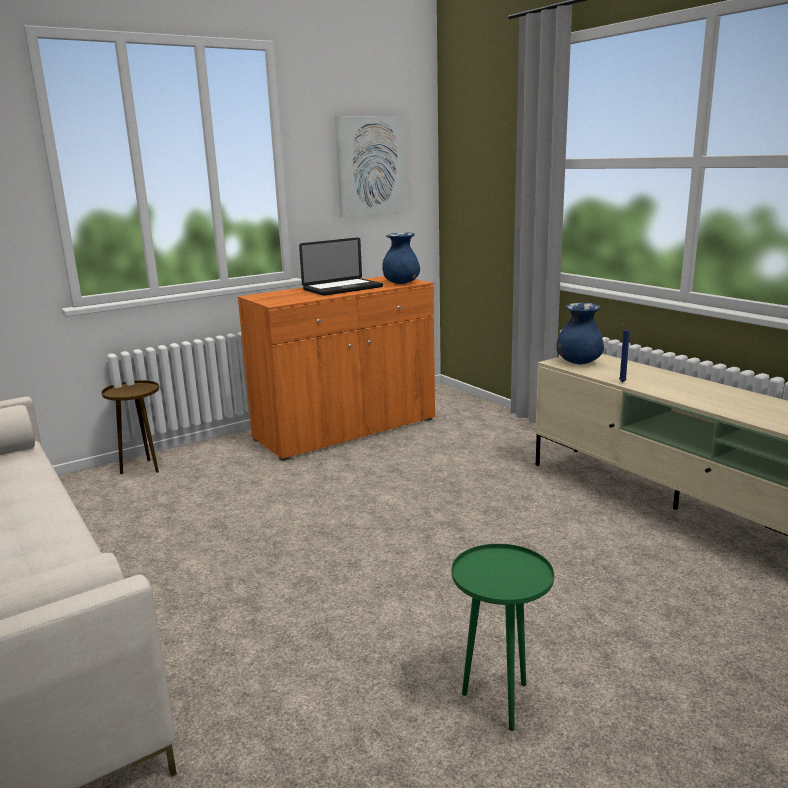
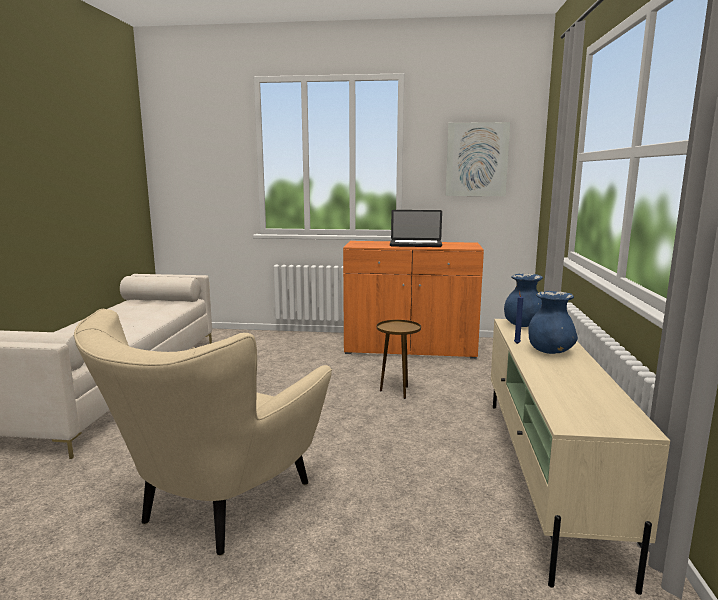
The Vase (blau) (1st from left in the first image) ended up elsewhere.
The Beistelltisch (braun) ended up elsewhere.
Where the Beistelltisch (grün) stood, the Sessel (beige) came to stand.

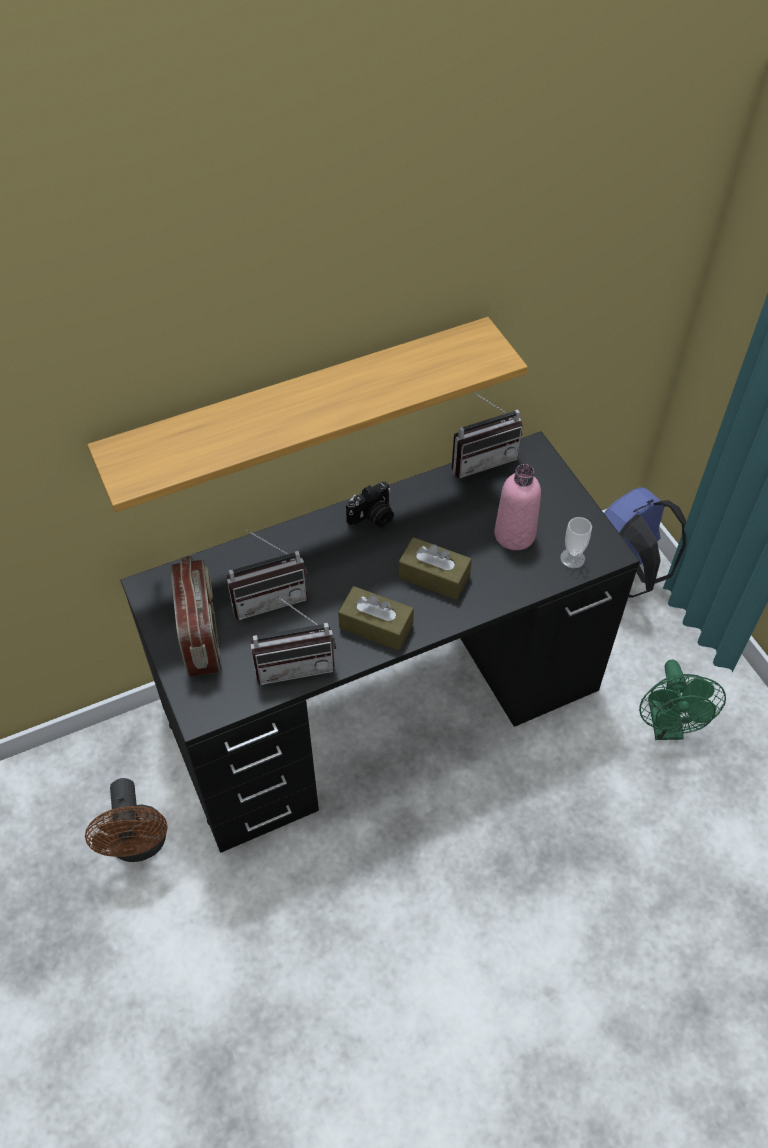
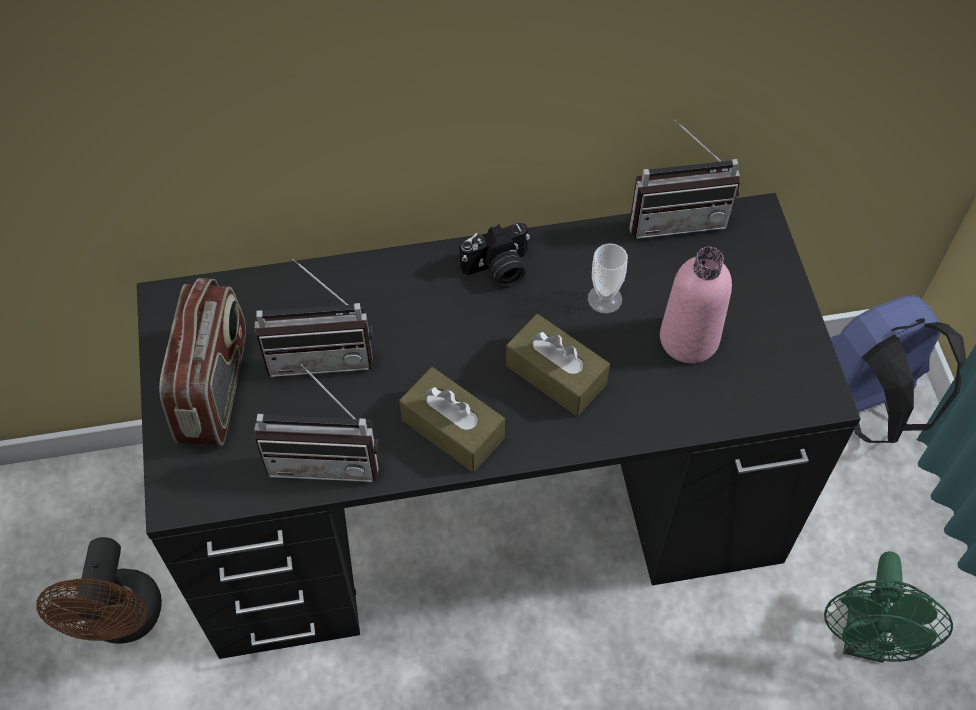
The second view lost the Wandregal.
The Tasse ended up elsewhere.

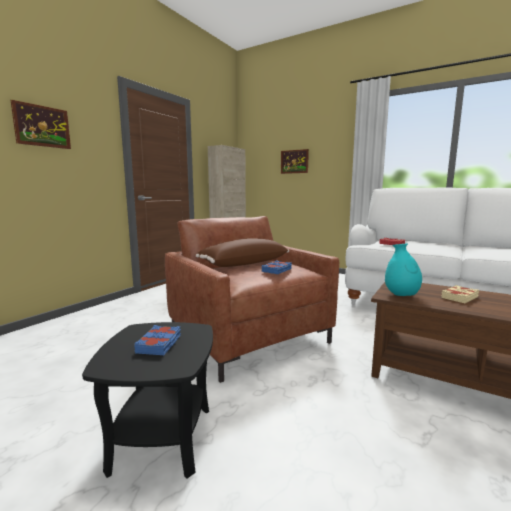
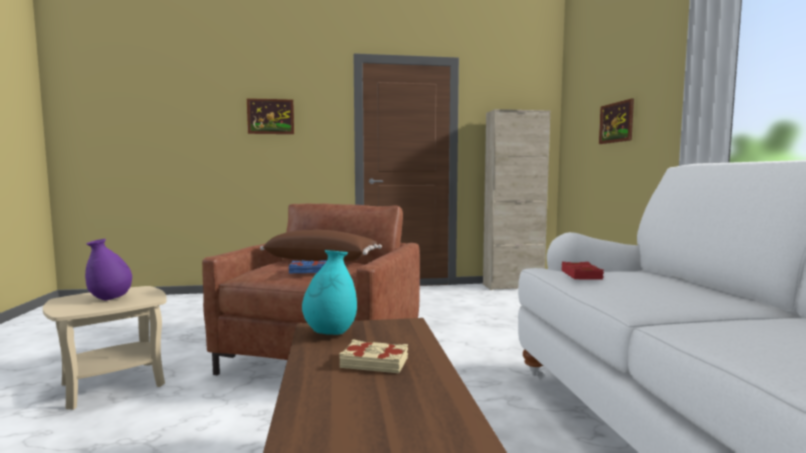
What was the Beistelltisch (schwarz) turned into the Beistelltisch (beige).
Where the Buch (blau) (1st from left) stood, the Vase (lila) came to stand.

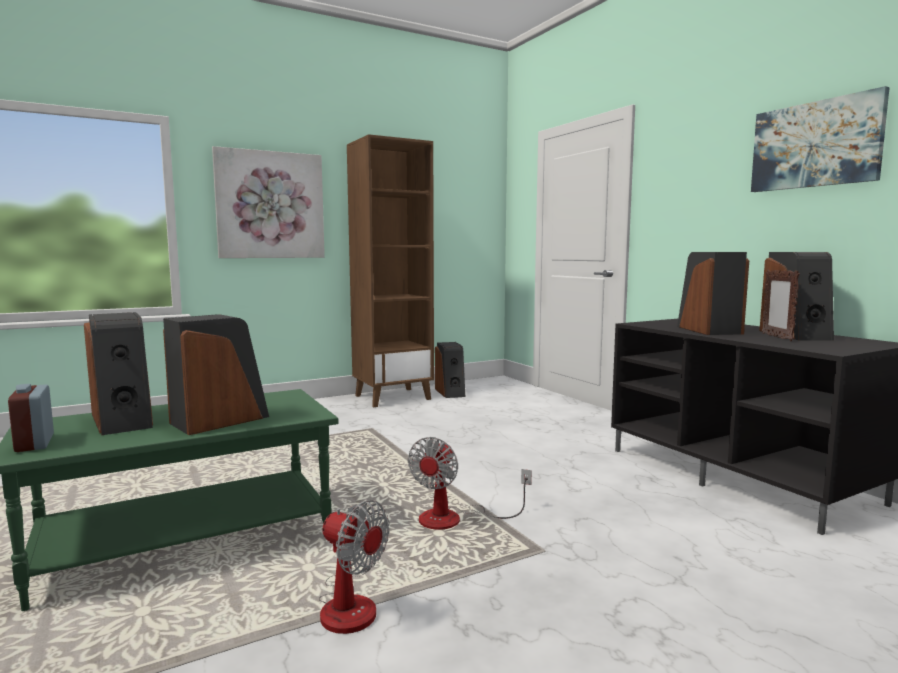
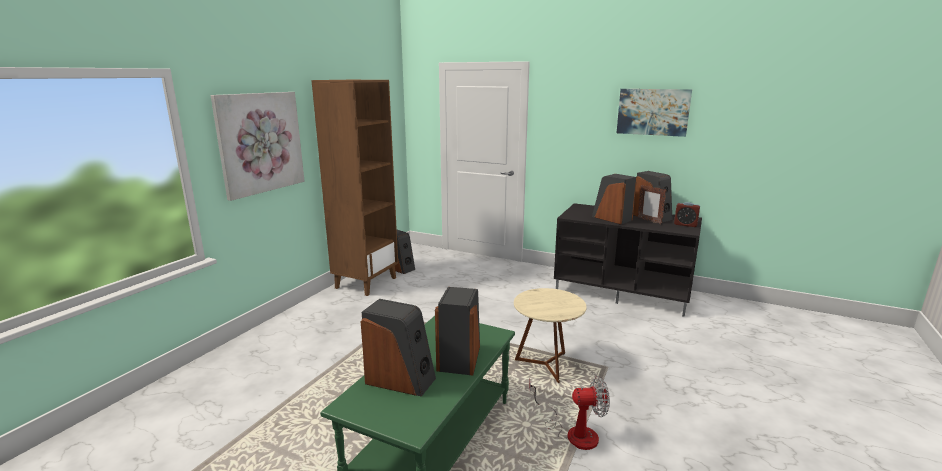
The Wecker ended up elsewhere.
Where the Ventilator (2nd from left) stood, the Beistelltisch (beige) came to stand.

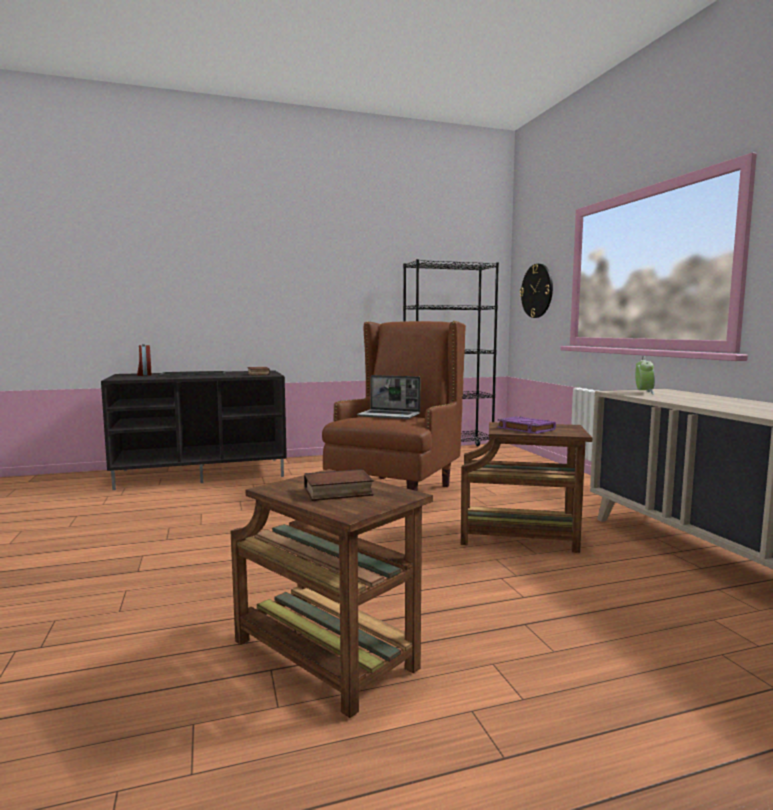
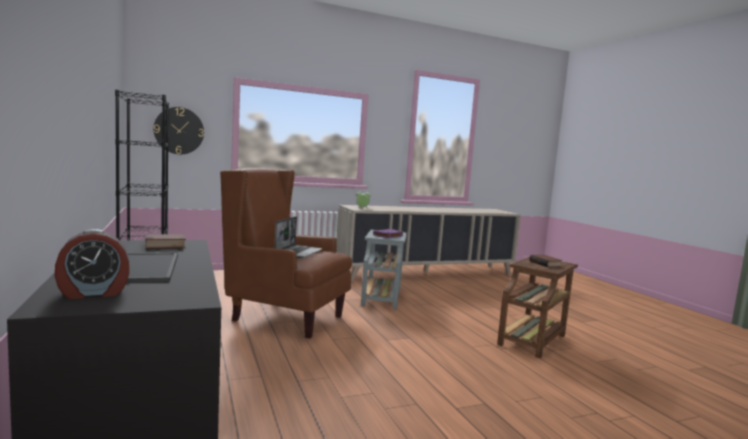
What was the Beistelltisch (braun) (2nd from left) turned into the Beistelltisch (grau).

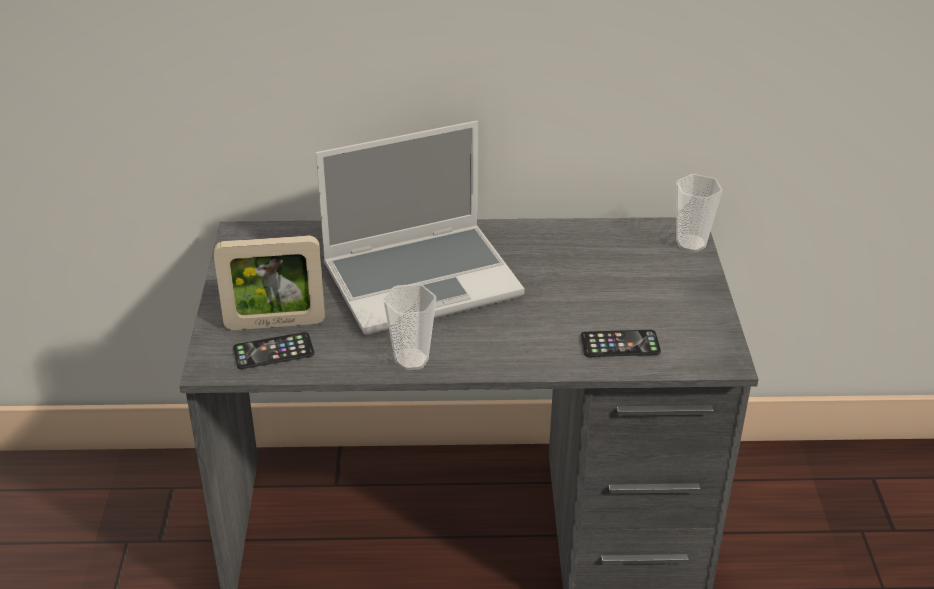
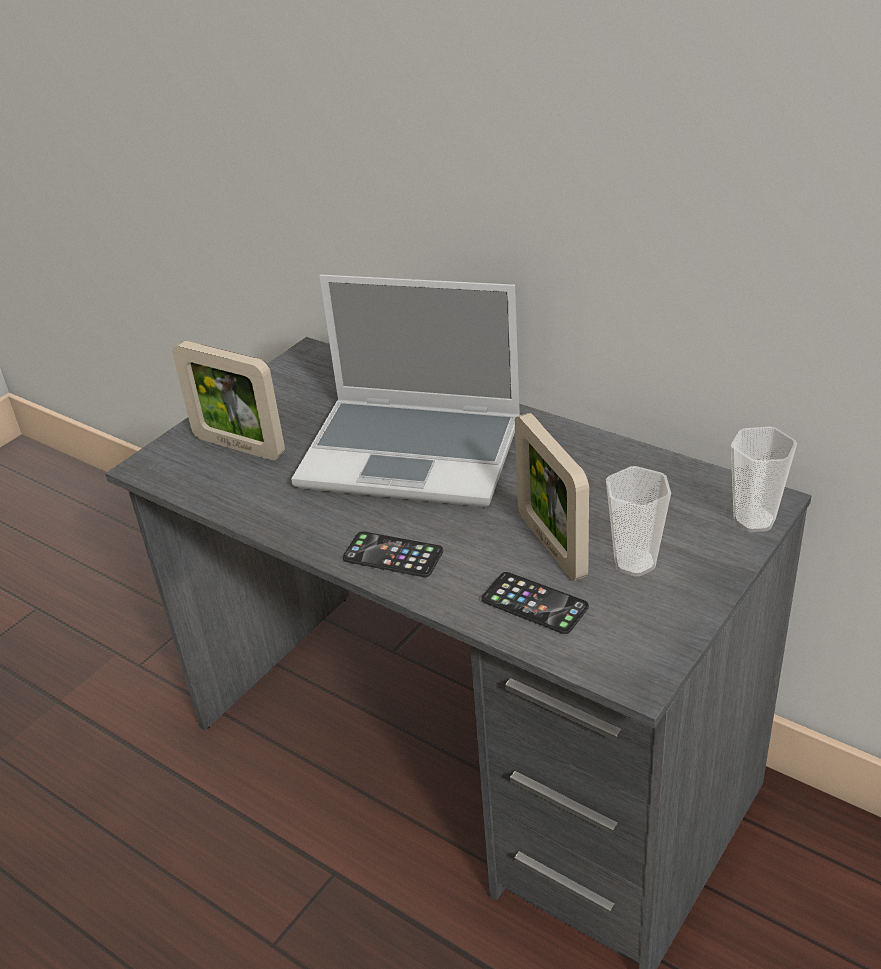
The Tasse (1st from left) ended up elsewhere.
The Handy (1st from left) ended up elsewhere.
The second view gained the Bilderrahmen (2nd from left).

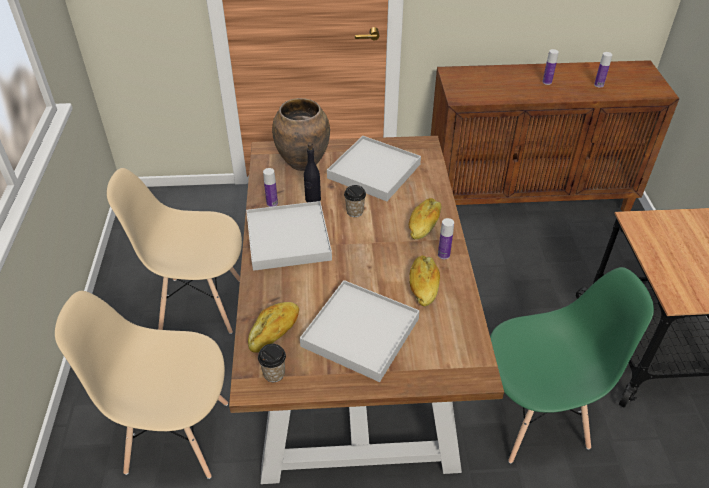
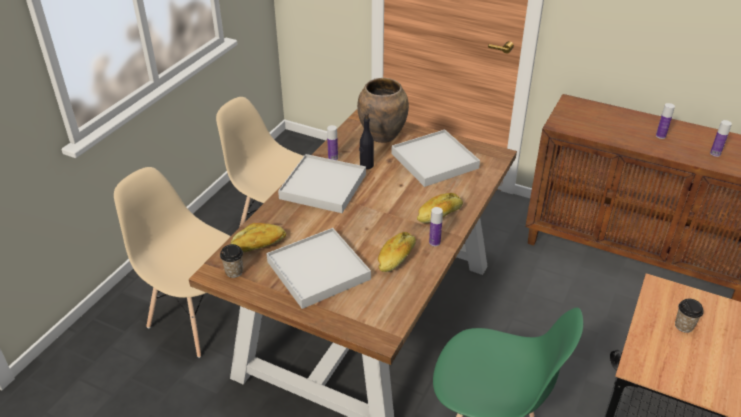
The Tasse (2nd from left) ended up elsewhere.

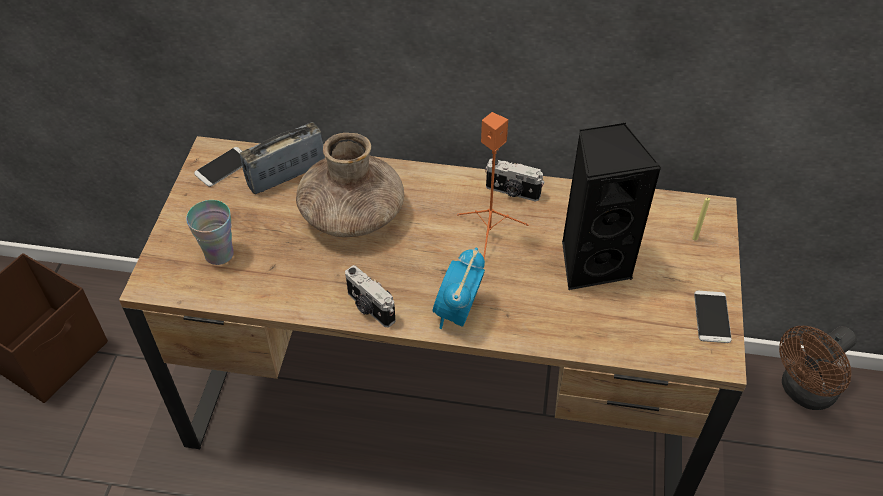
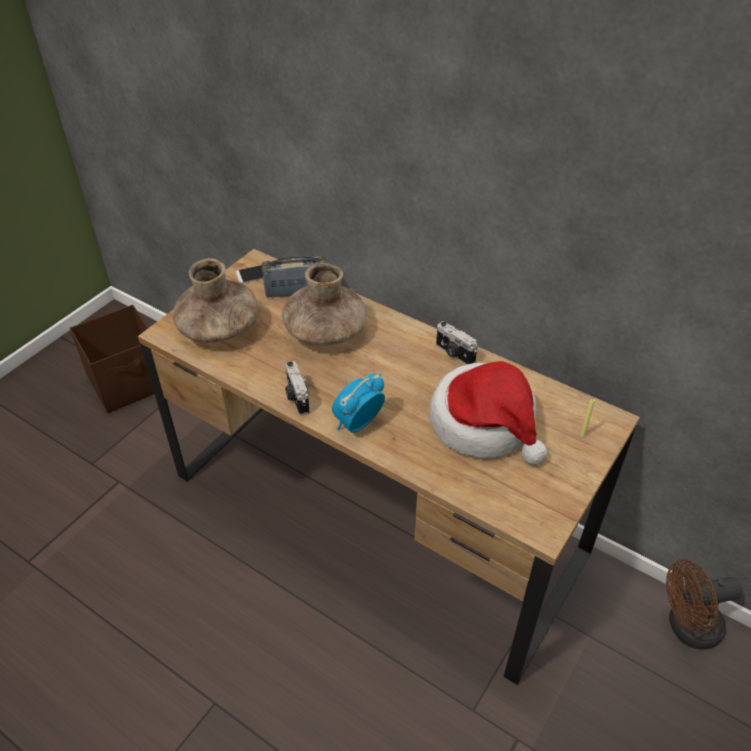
The second view lost the Lautsprecher (orange).
Where the Lautsprecher (schwarz) stood, the Hut came to stand.
Where the Tasse stood, the Vase (braun) (1st from left) came to stand.
The second view lost the Handy (2nd from left).

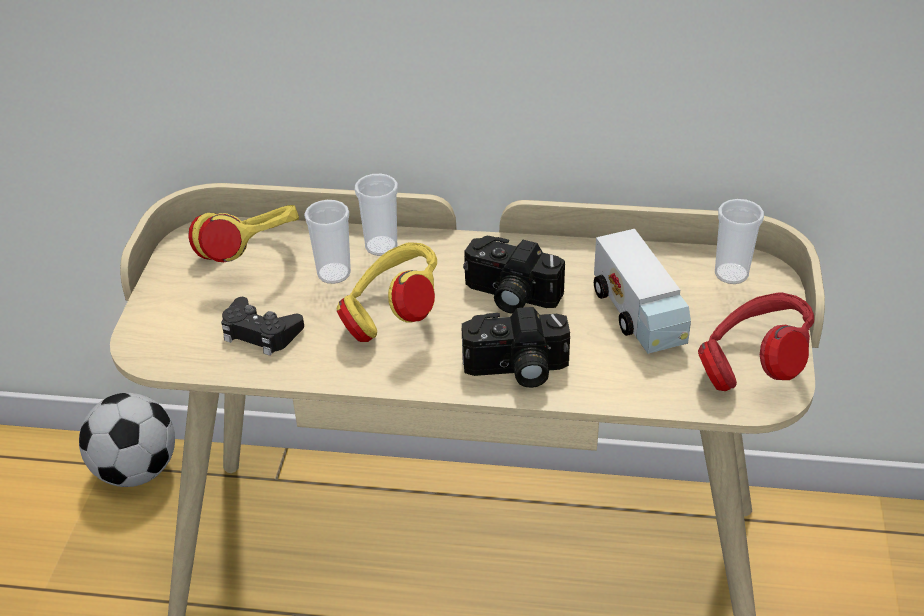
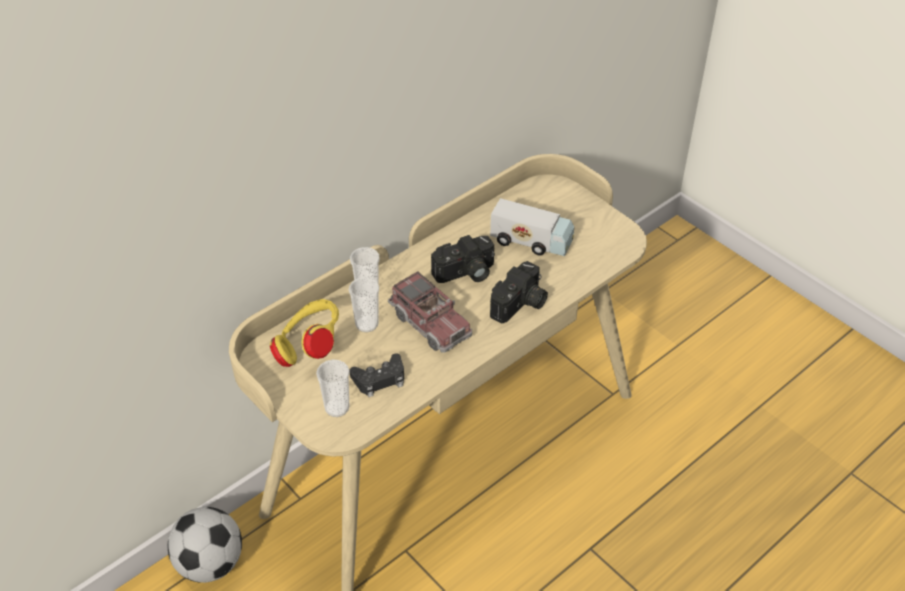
The Tasse (3rd from left in the first image) ended up elsewhere.
Where the Kopfhörer (gelb) (2nd from left) stood, the Spielzeuglaster (1st from left) came to stand.
The second view lost the Kopfhörer (rot).

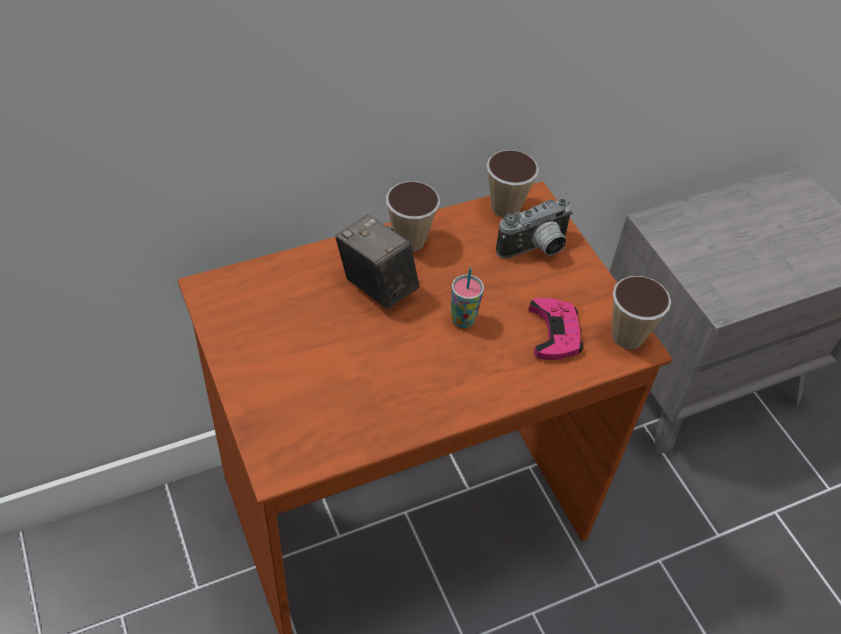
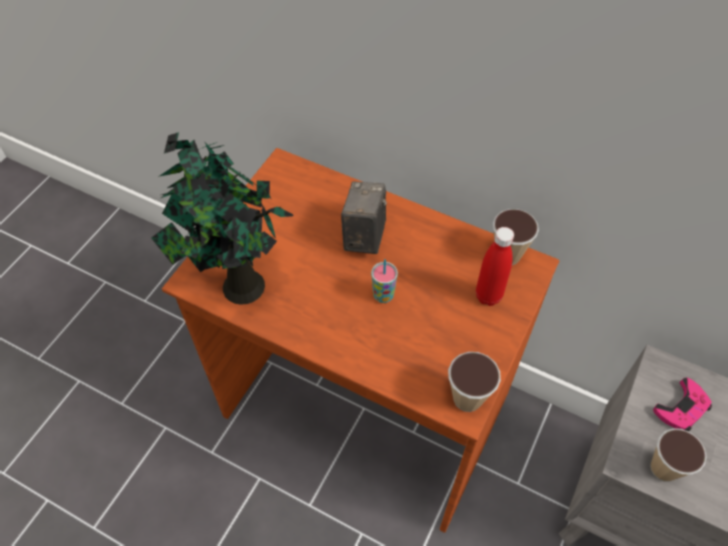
The Tasse (1st from left in the first image) ended up elsewhere.
Where the Kamera (2nd from left) stood, the Flasche (rot) came to stand.
The Gamepad (rosa) ended up elsewhere.
The second view gained the Topfpflanze.

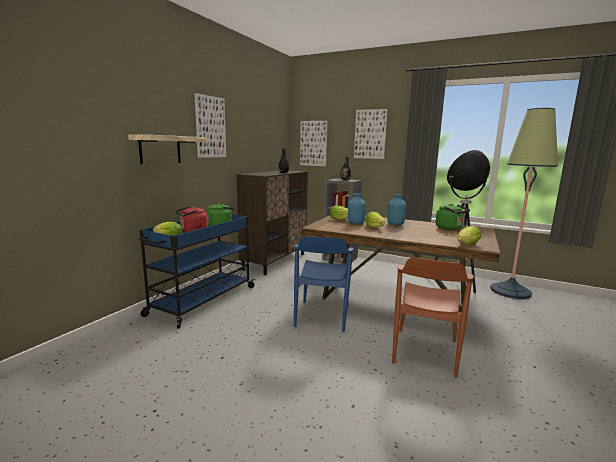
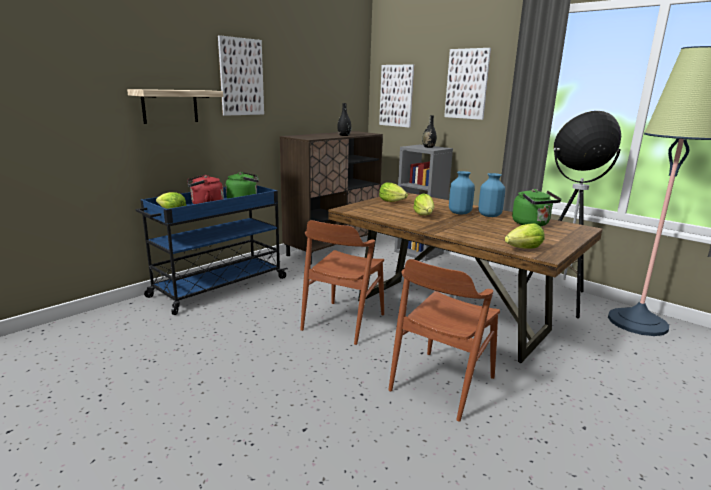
The Vase (blau) (1st from left in the first image) ended up elsewhere.
What was the Stuhl (blau) turned into the Stuhl (braun) (1st from left).

